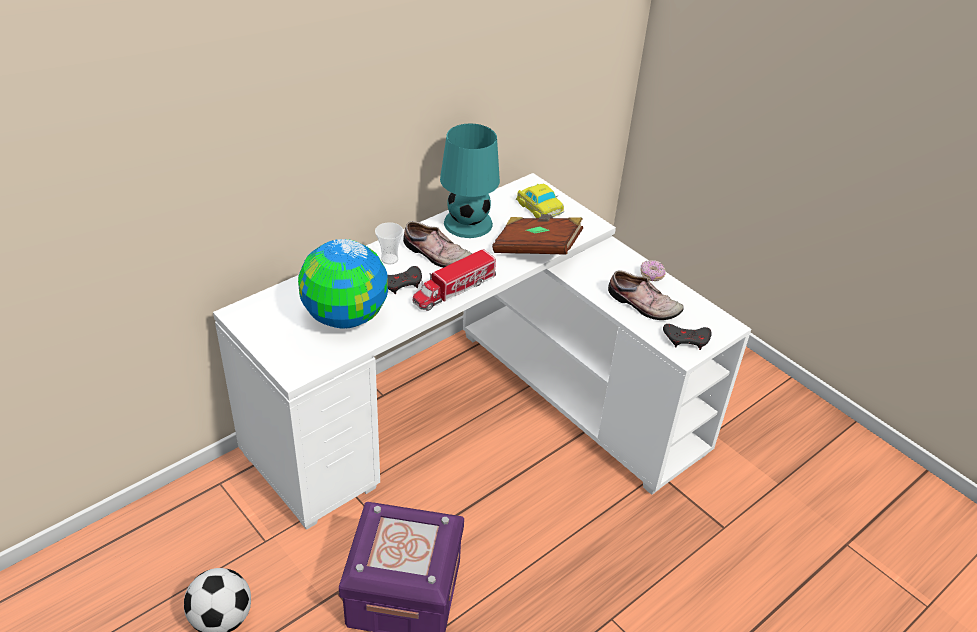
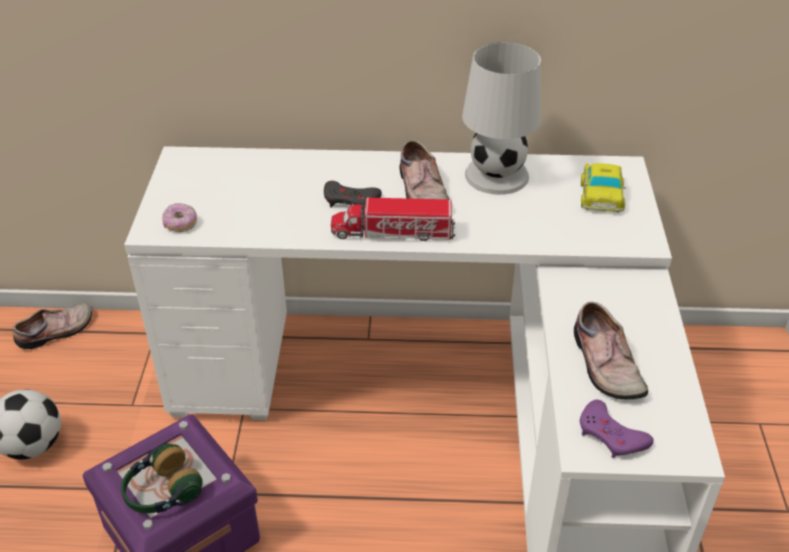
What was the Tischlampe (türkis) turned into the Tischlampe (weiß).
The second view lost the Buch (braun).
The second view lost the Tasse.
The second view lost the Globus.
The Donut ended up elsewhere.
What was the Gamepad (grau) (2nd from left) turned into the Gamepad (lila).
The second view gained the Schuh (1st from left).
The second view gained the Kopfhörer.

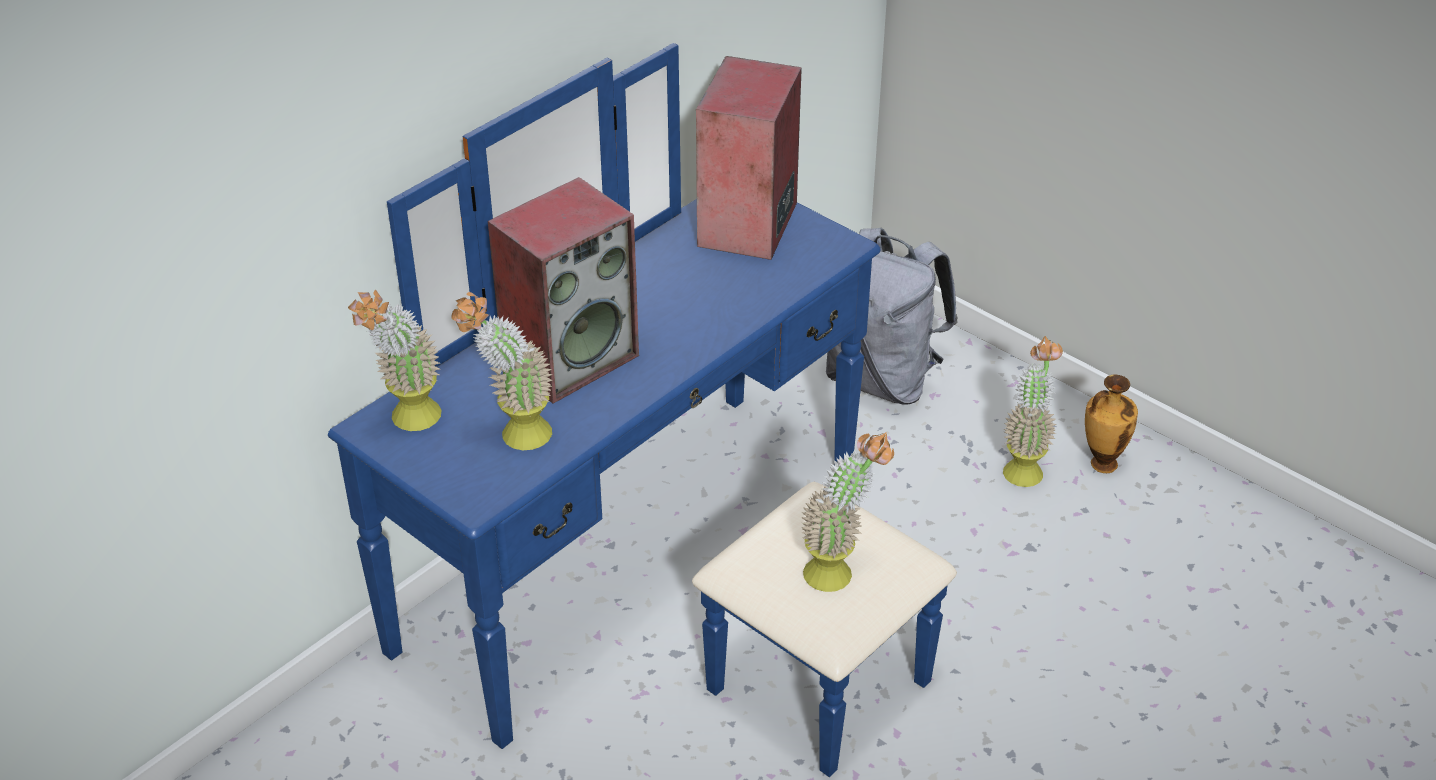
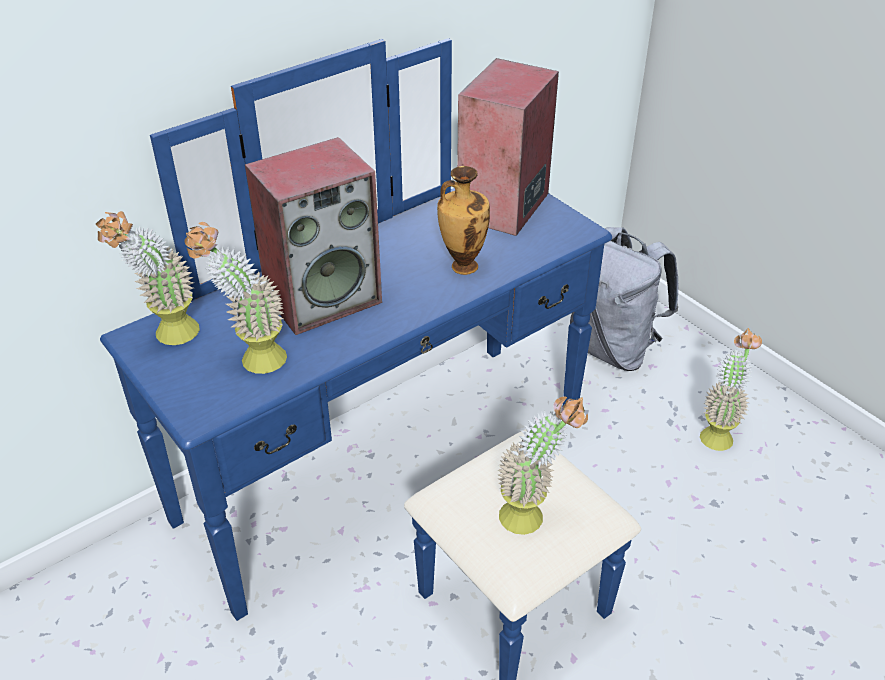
The Vase ended up elsewhere.

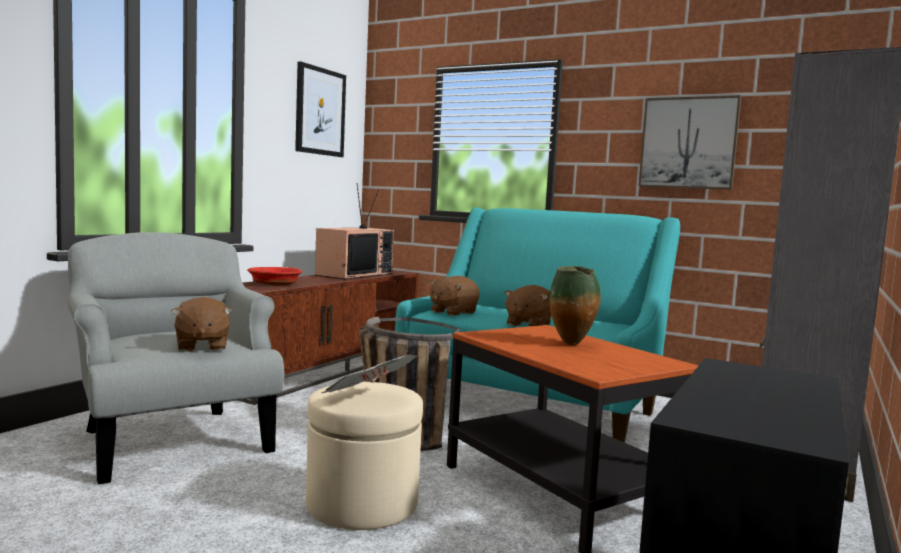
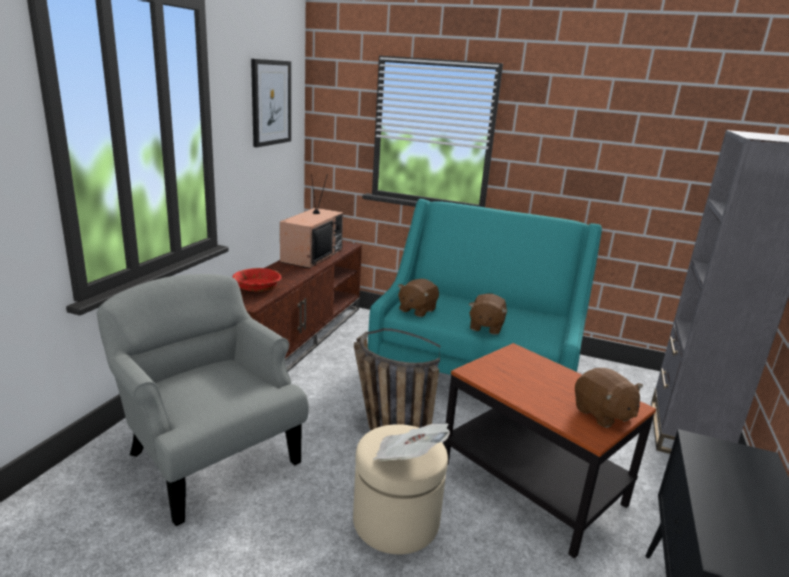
The second view lost the Bild (2nd from left).
The second view lost the Vase.
The Plüschtier (braun) (1st from left in the first image) ended up elsewhere.

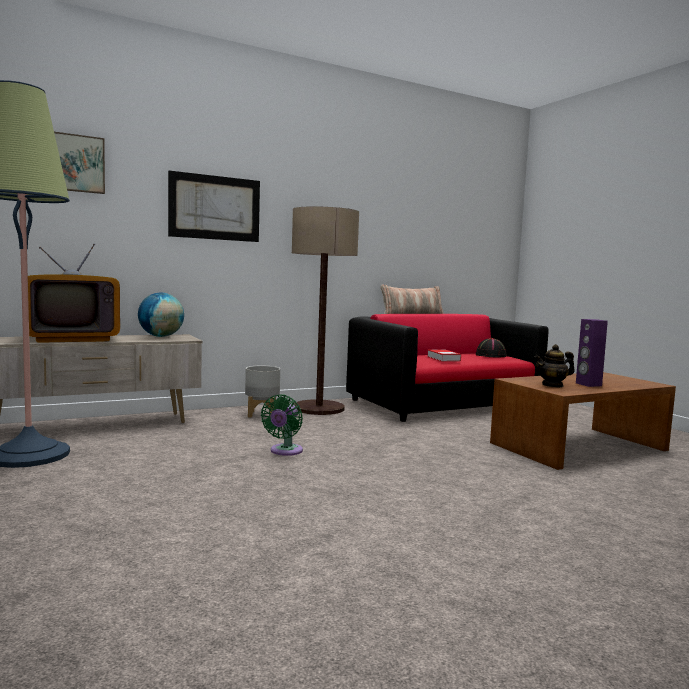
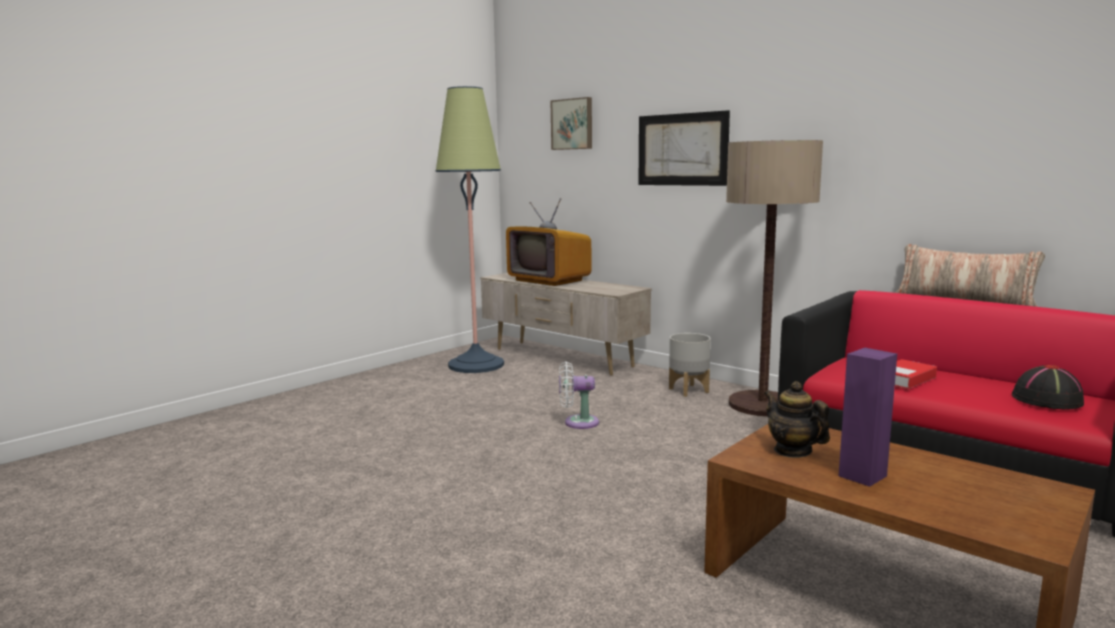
The second view lost the Globus.
What was the Ventilator (grün) turned into the Ventilator (weiß).

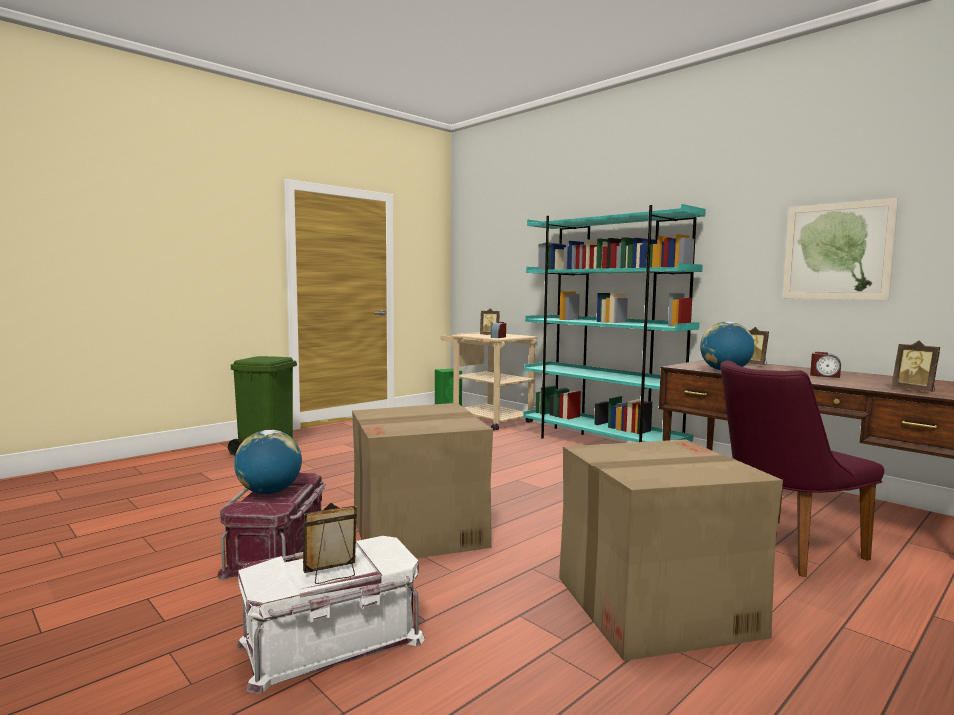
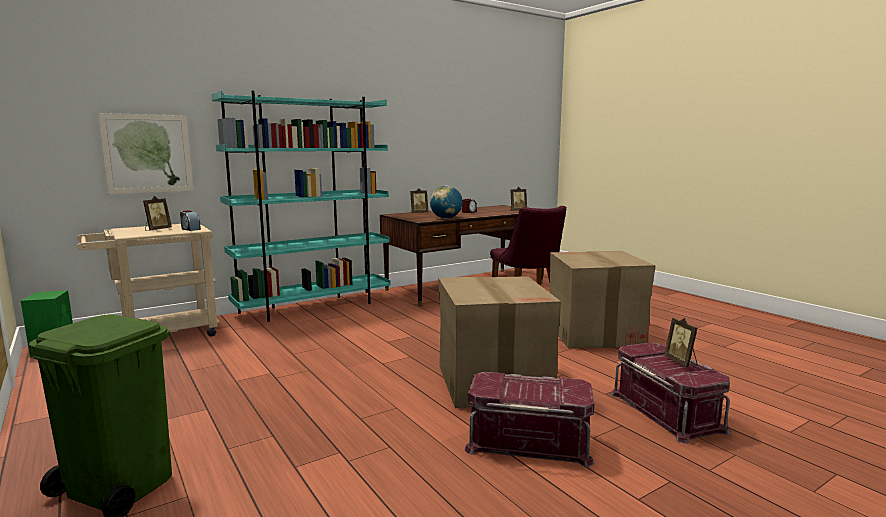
The Bild ended up elsewhere.
The second view lost the Globus (1st from left).
What was the Aufbewahrungsbox (weiß) turned into the Aufbewahrungsbox (rot) (2nd from left).

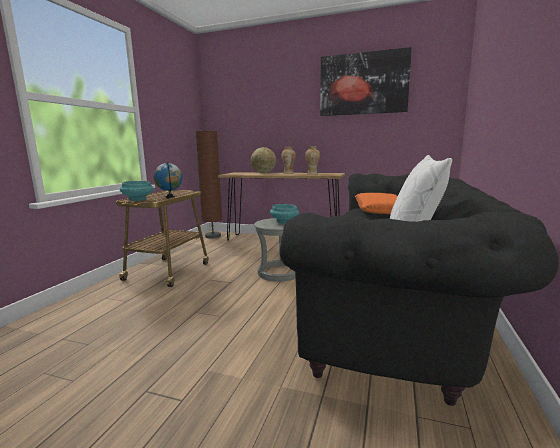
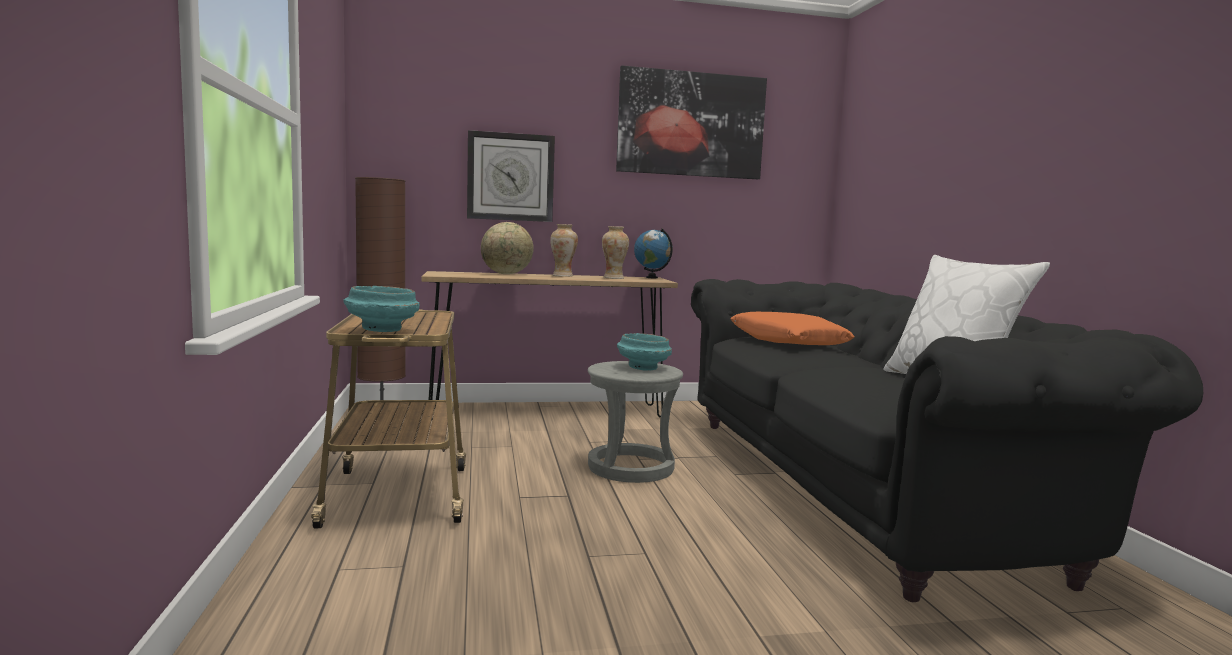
The Globus (1st from left in the first image) ended up elsewhere.
The second view gained the Wanduhr.

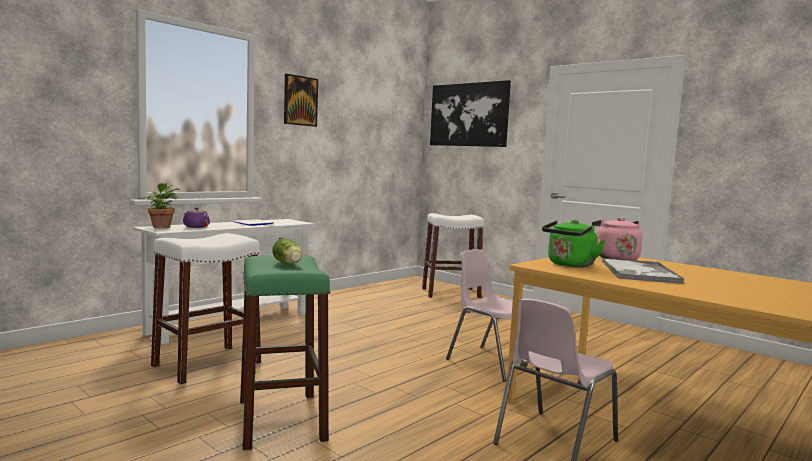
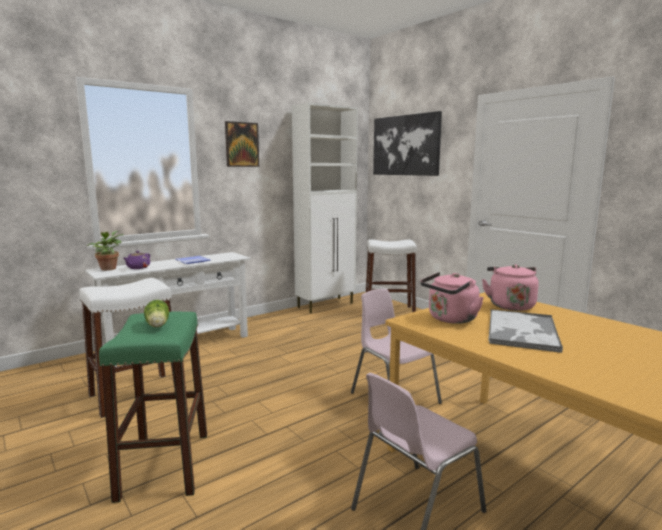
What was the Wasserkessel (grün) turned into the Wasserkessel (rosa) (1st from left).
The second view gained the Schrank (weiß).

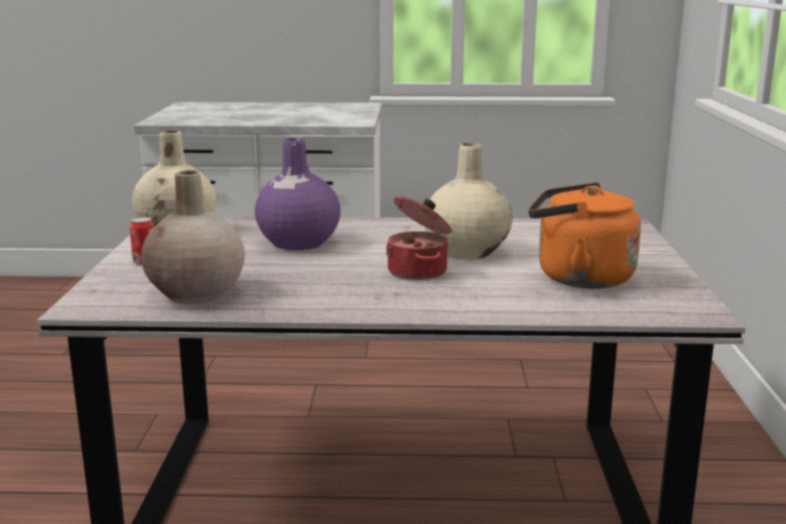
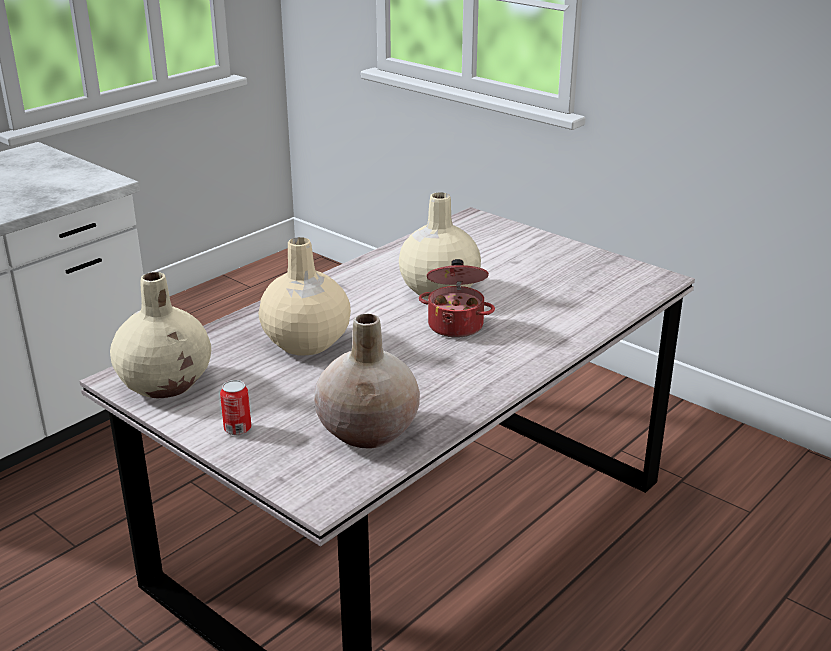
What was the Vase (lila) turned into the Vase (beige) (2nd from left).
The second view lost the Wasserkessel (orange).

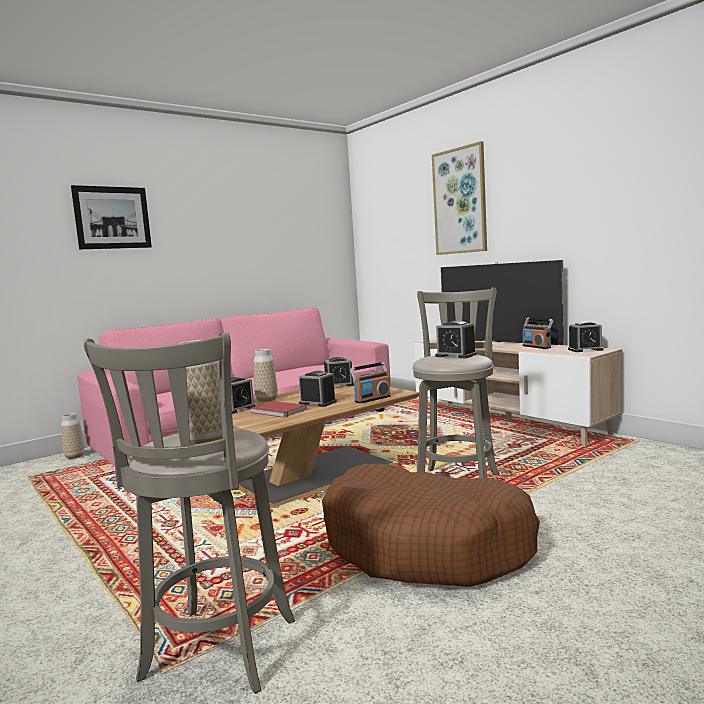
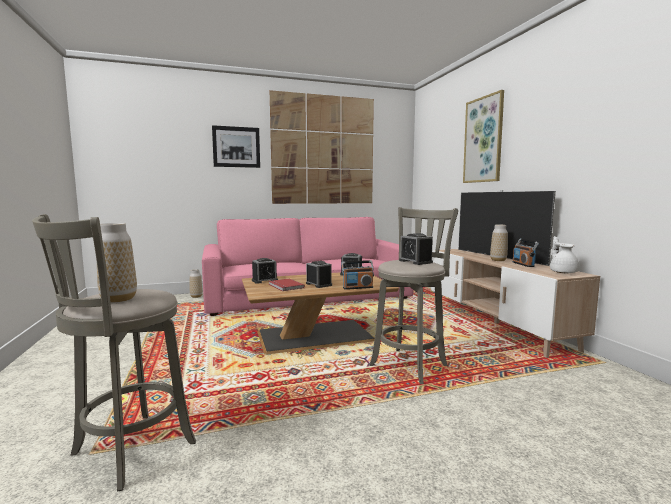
Where the Wecker (5th from left) stood, the Teekanne (weiß) came to stand.
The Vase (3rd from left) ended up elsewhere.
The second view lost the Hundebett (braun).
The second view gained the Bild (2nd from left).

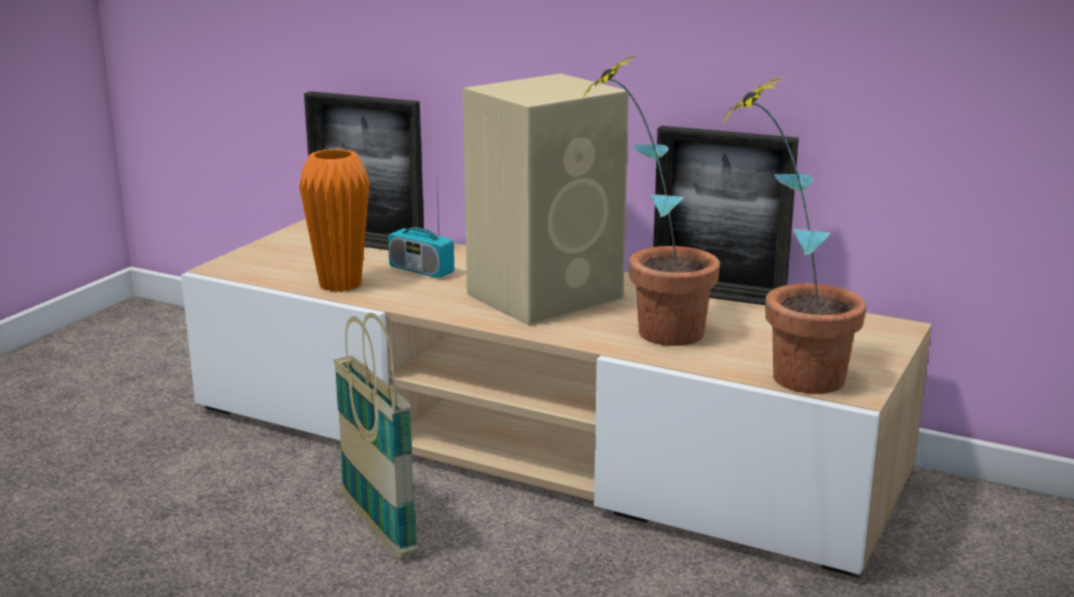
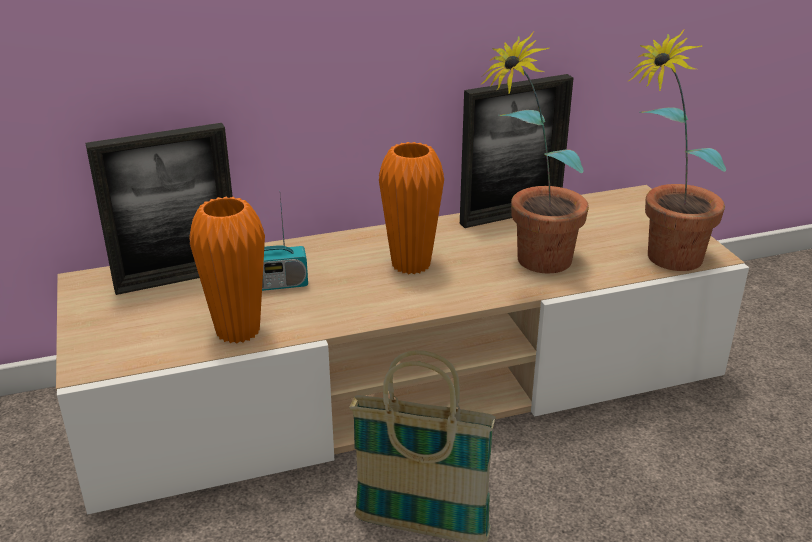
Where the Lautsprecher (beige) stood, the Vase (orange) (2nd from left) came to stand.

